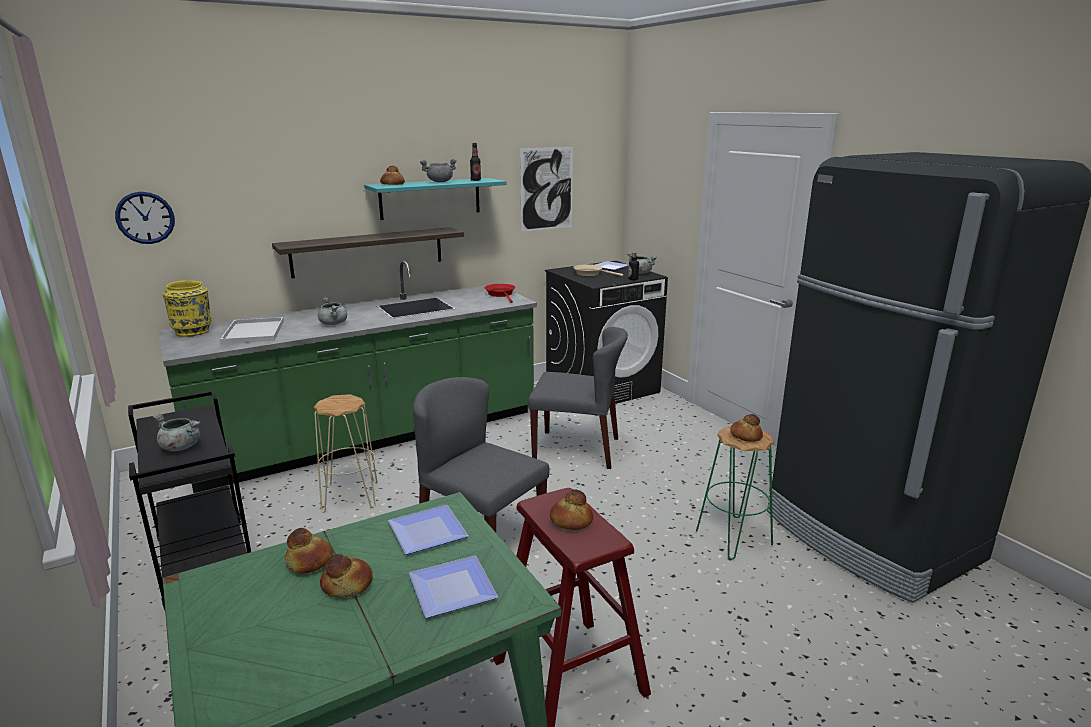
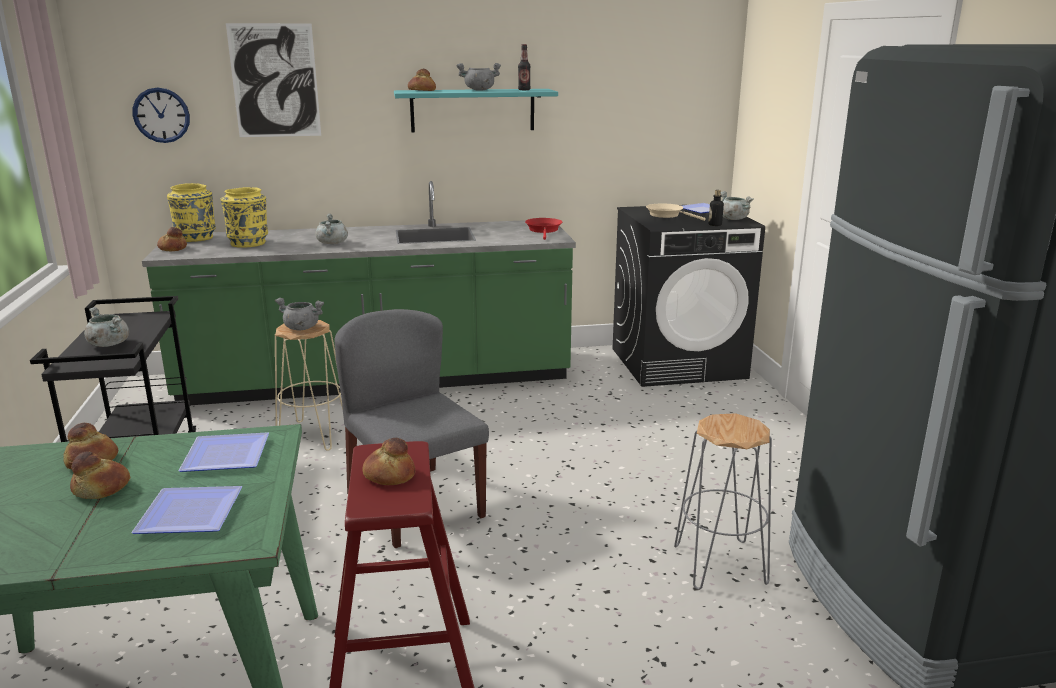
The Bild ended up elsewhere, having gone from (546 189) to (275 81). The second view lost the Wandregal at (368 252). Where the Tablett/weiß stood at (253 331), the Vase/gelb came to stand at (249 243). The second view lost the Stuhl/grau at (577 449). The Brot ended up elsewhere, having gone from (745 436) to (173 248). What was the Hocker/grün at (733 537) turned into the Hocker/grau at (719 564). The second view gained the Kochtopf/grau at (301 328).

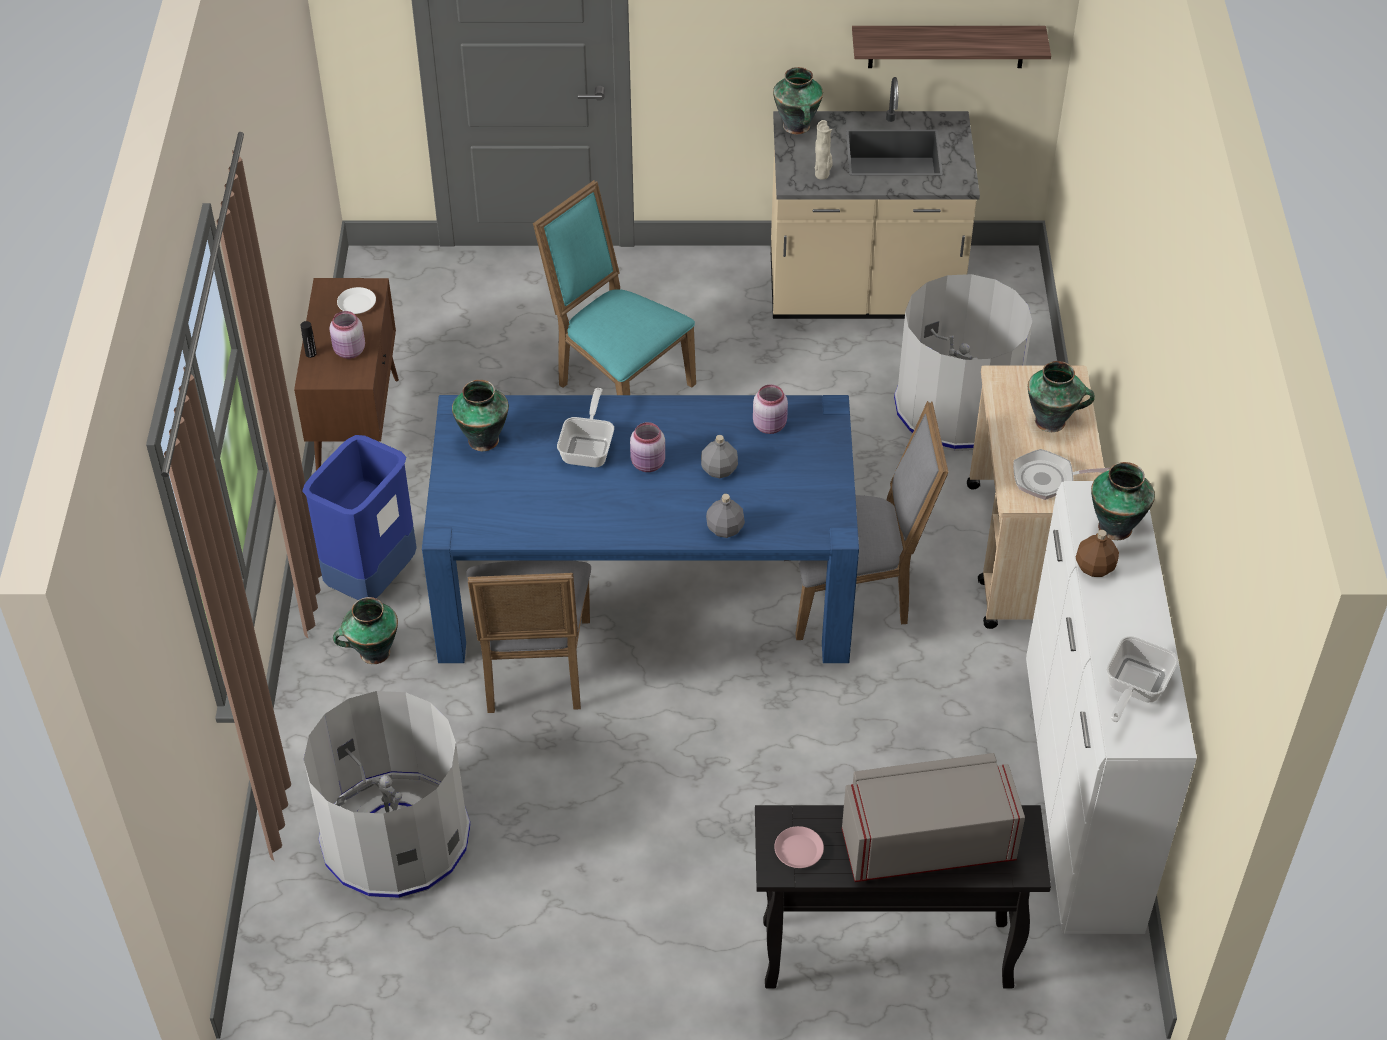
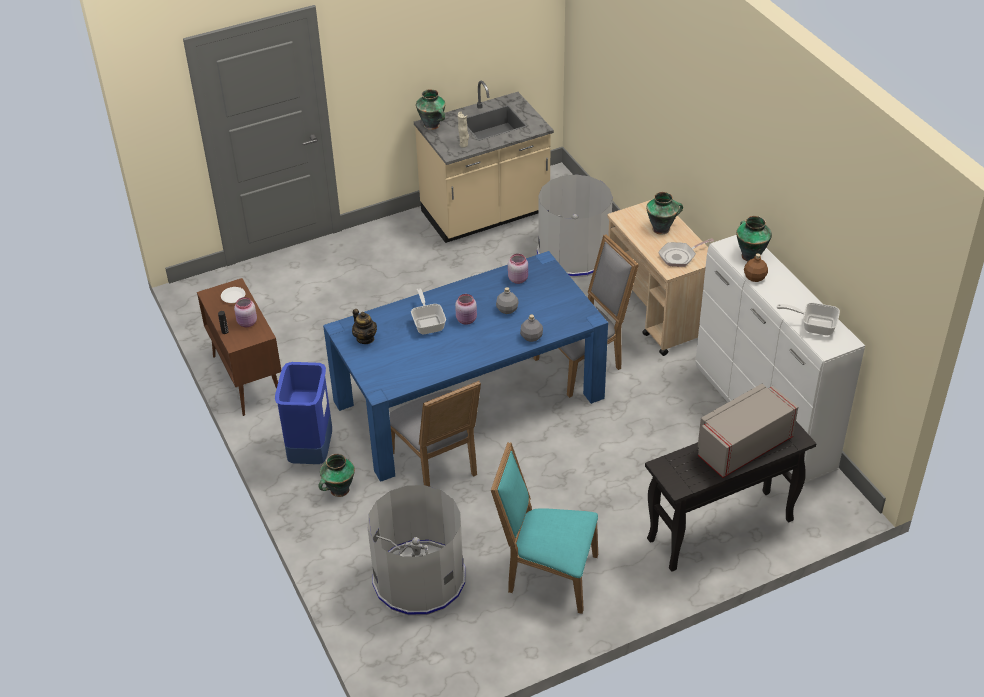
The second view lost the Wandregal at (946 46). The Stuhl/türkis ended up elsewhere, having gone from (618 383) to (547 574). Where the Vase stood at (483 439), the Teekanne came to stand at (365 338). The Pfanne at (1133 689) ended up facing another way, 105 degrees clockwise from before. The second view lost the Teller/rosa at (799 850).

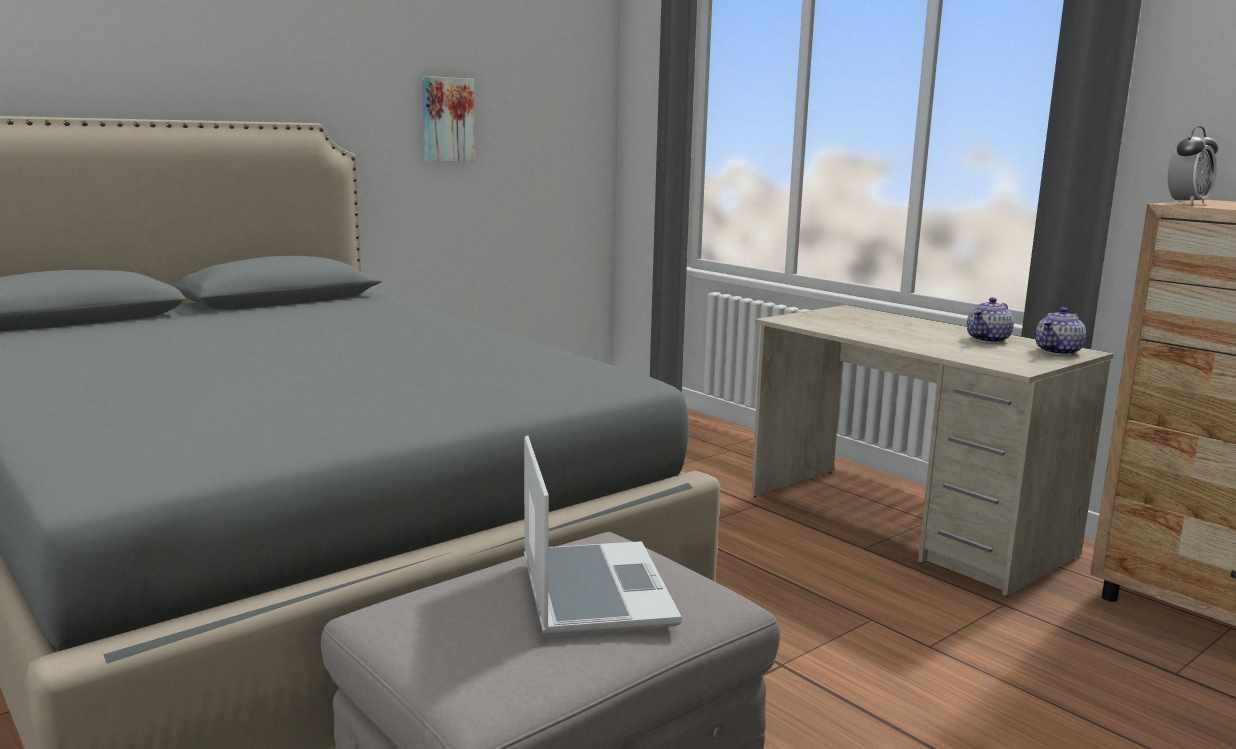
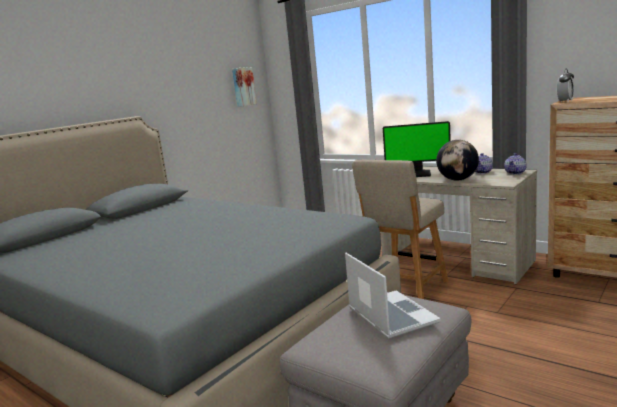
The Bild ended up elsewhere, having gone from (446 119) to (243 86). The second view gained the Monitor at (418 174). The second view gained the Globus at (457 180). The second view gained the Stuhl/beige at (405 289).

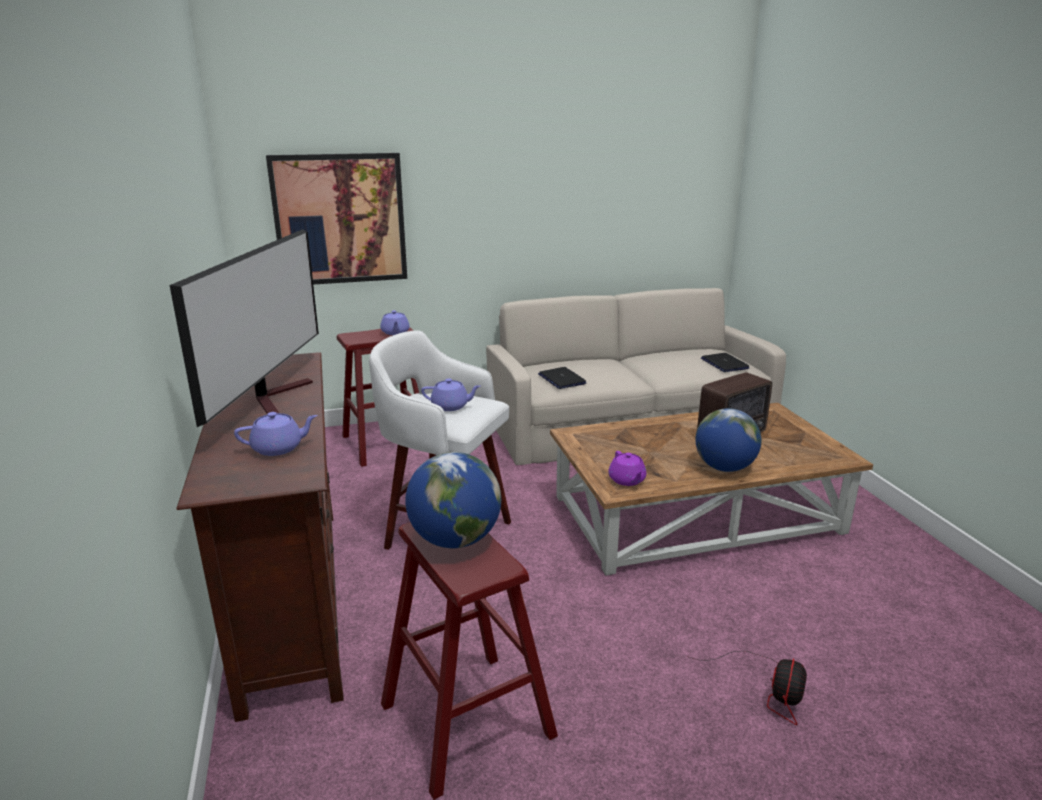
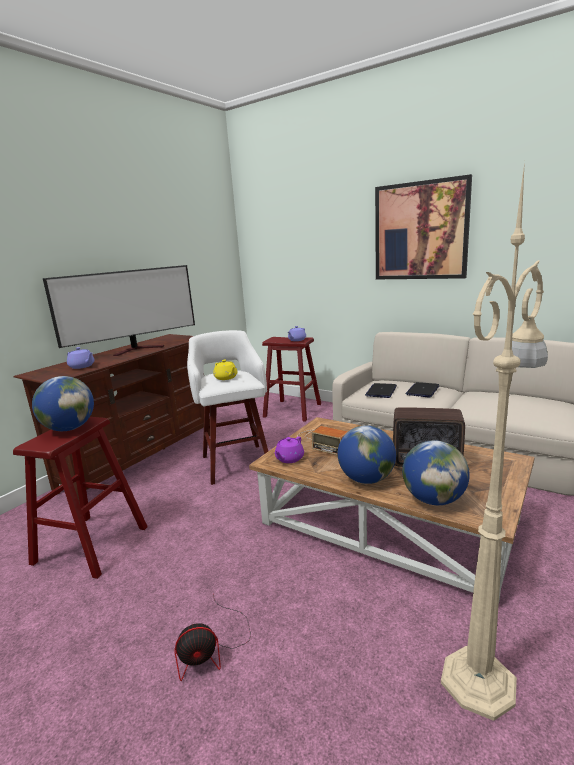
The Bild ended up elsewhere, having gone from (340 219) to (420 231). The Laptop ended up elsewhere, having gone from (724 363) to (422 390). What was the Teekanne/lila at (451 406) turned into the Teekanne/gelb at (226 378). The second view gained the Stehlampe/beige at (480 679). The second view gained the Radio at (321 441). The second view gained the Globus at (433 499).

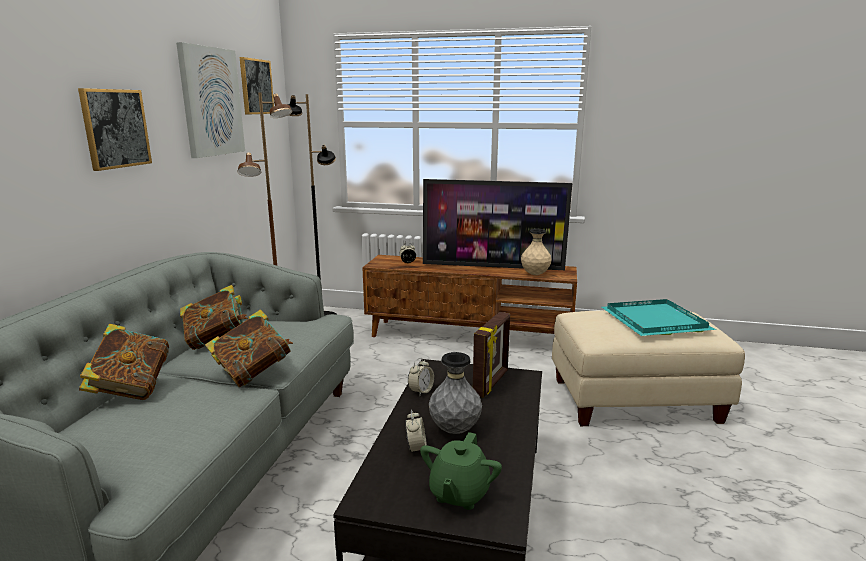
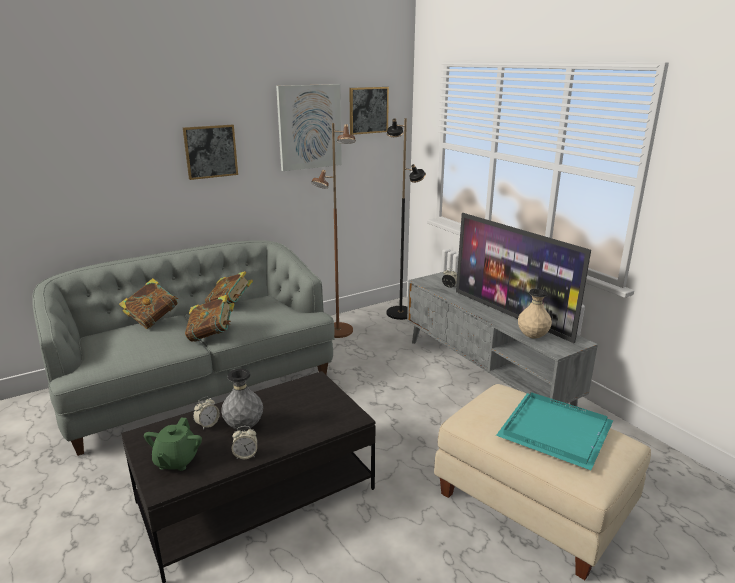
What was the Fernsehschrank/braun at (469 336) turned into the Fernsehschrank/grau at (486 375). The second view lost the Bilderrahmen at (491 383). The Wecker ended up elsewhere, having gone from (421 391) to (245 455). The Teekanne/grün at (459 494) ended up facing another way, 60 degrees counterclockwise from before.

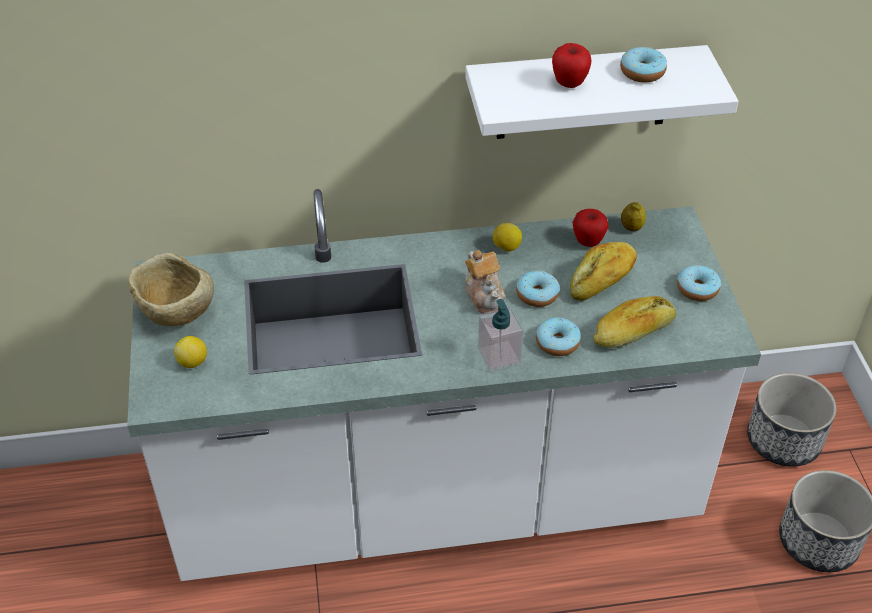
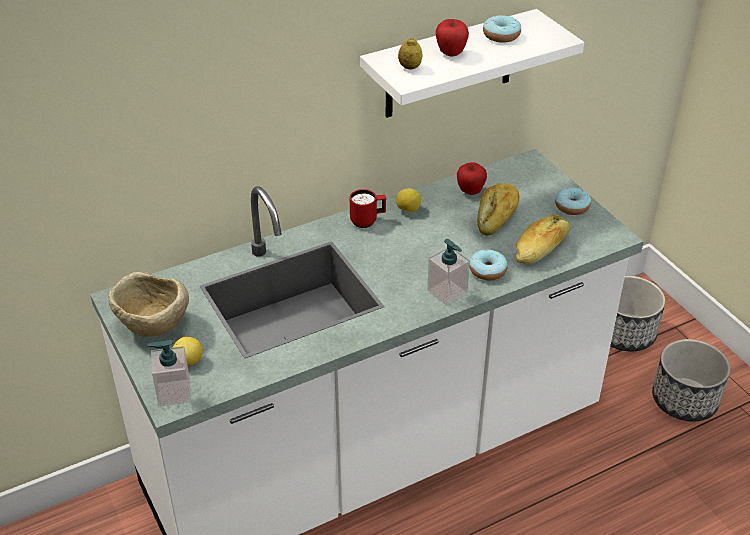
The Zitrone ended up elsewhere, having gone from (631 228) to (409 67). The second view lost the Teekanne at (485 295). The second view lost the Donut at (537 295). The second view gained the Henkelbecher/rot at (368 221). The second view gained the Seifenspender at (174 393).

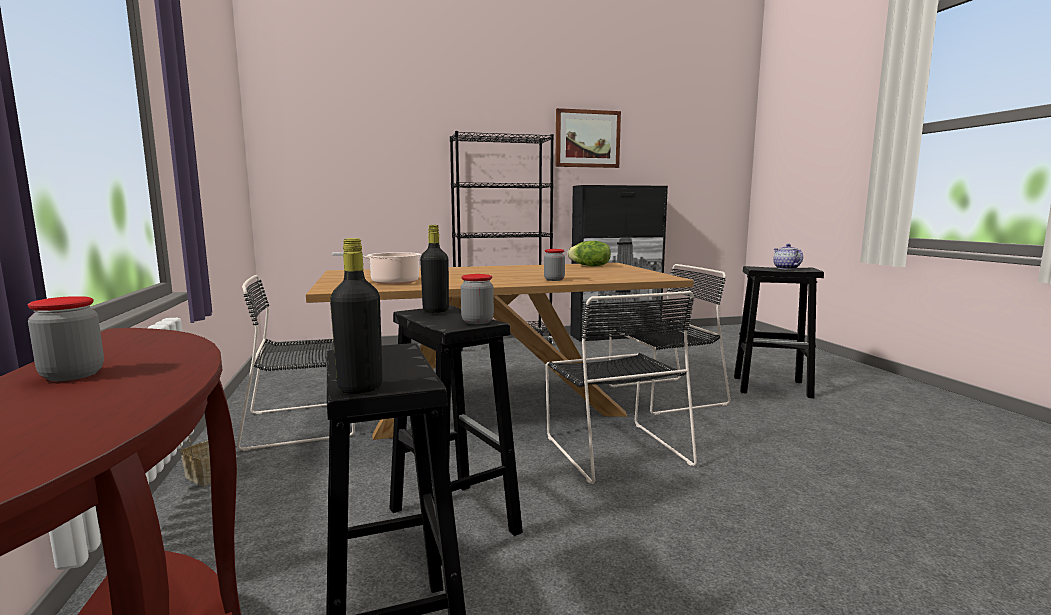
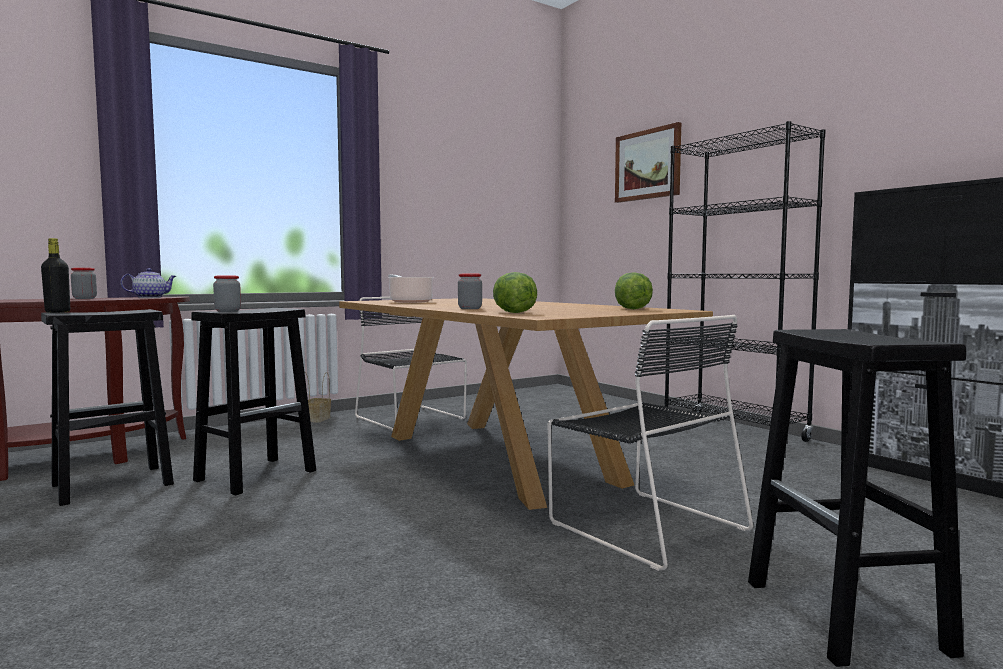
The Bild ended up elsewhere, having gone from (587 139) to (647 165). The second view lost the Flasche/schwarz at (435 311). The Teekanne ended up elsewhere, having gone from (785 268) to (150 297). The second view lost the Stuhl/schwarz at (614 448). The second view gained the Salatkopf at (512 312).

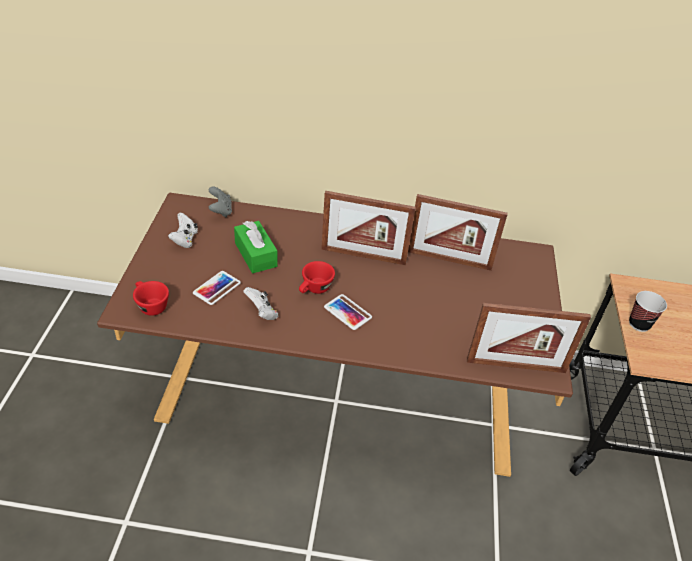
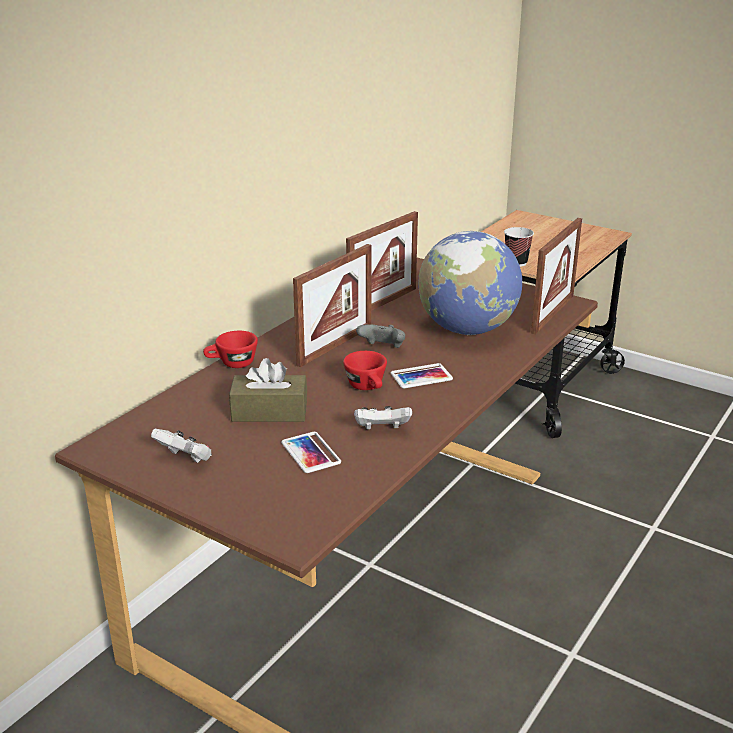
The Gamepad/grau ended up elsewhere, having gone from (220 211) to (382 349). What was the Taschentuchbox/grün at (255 254) turned into the Taschentuchbox/braun at (269 412). The Tasse/rot ended up elsewhere, having gone from (150 305) to (232 364). The second view gained the Globus at (467 329).

